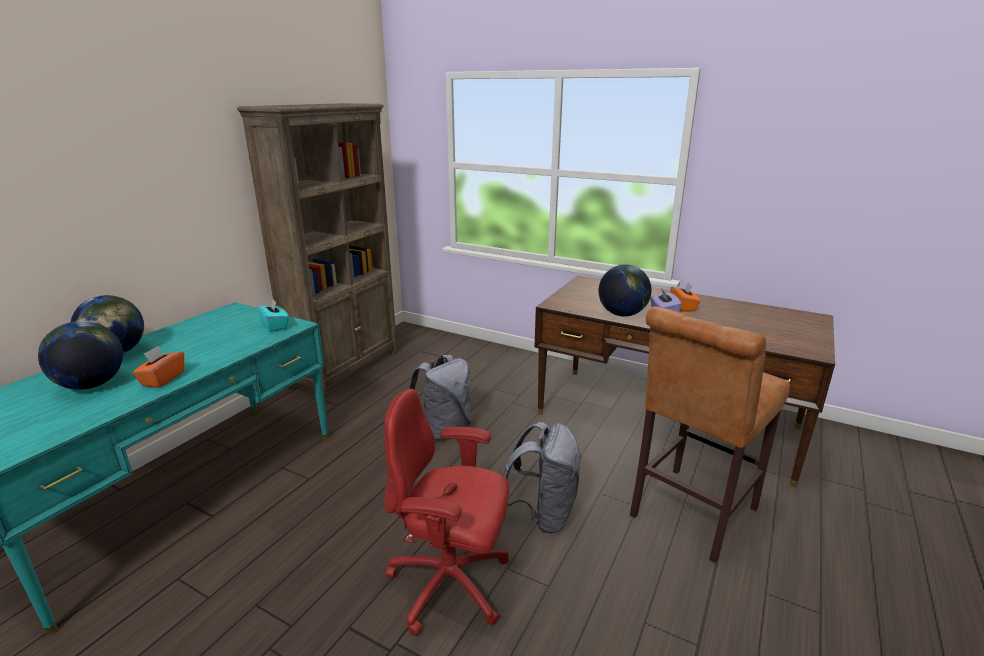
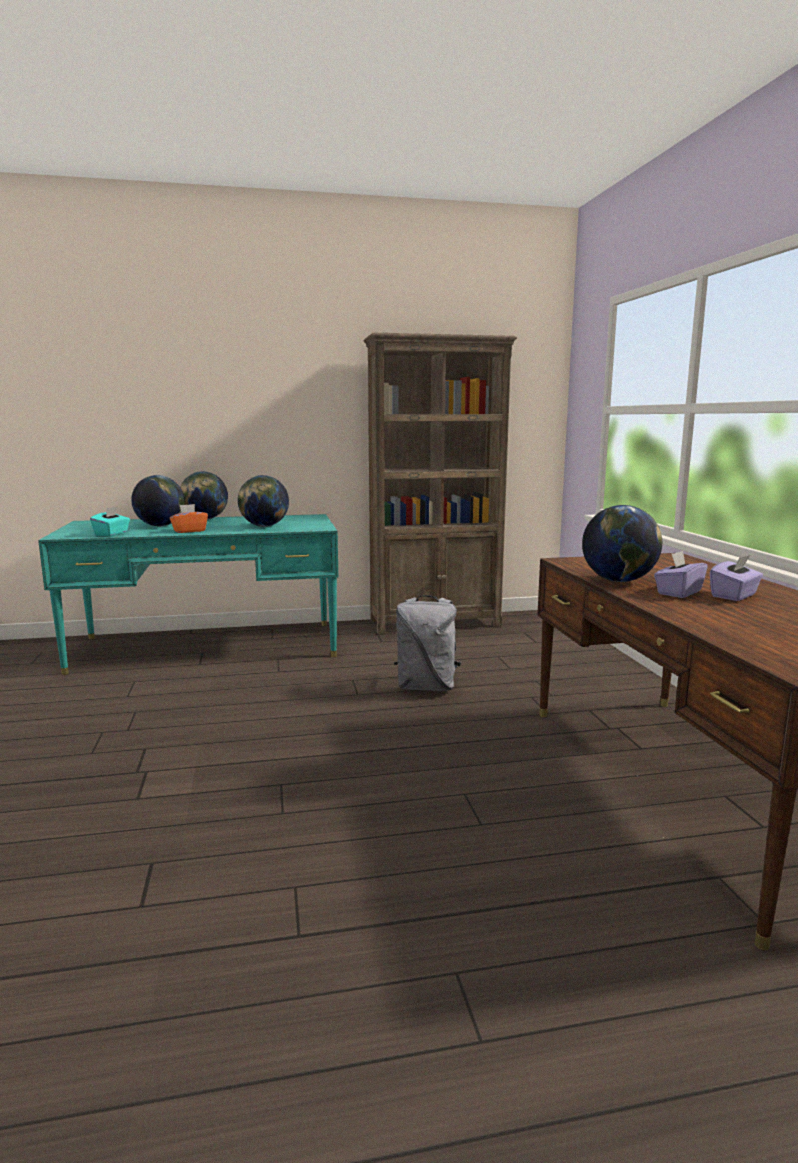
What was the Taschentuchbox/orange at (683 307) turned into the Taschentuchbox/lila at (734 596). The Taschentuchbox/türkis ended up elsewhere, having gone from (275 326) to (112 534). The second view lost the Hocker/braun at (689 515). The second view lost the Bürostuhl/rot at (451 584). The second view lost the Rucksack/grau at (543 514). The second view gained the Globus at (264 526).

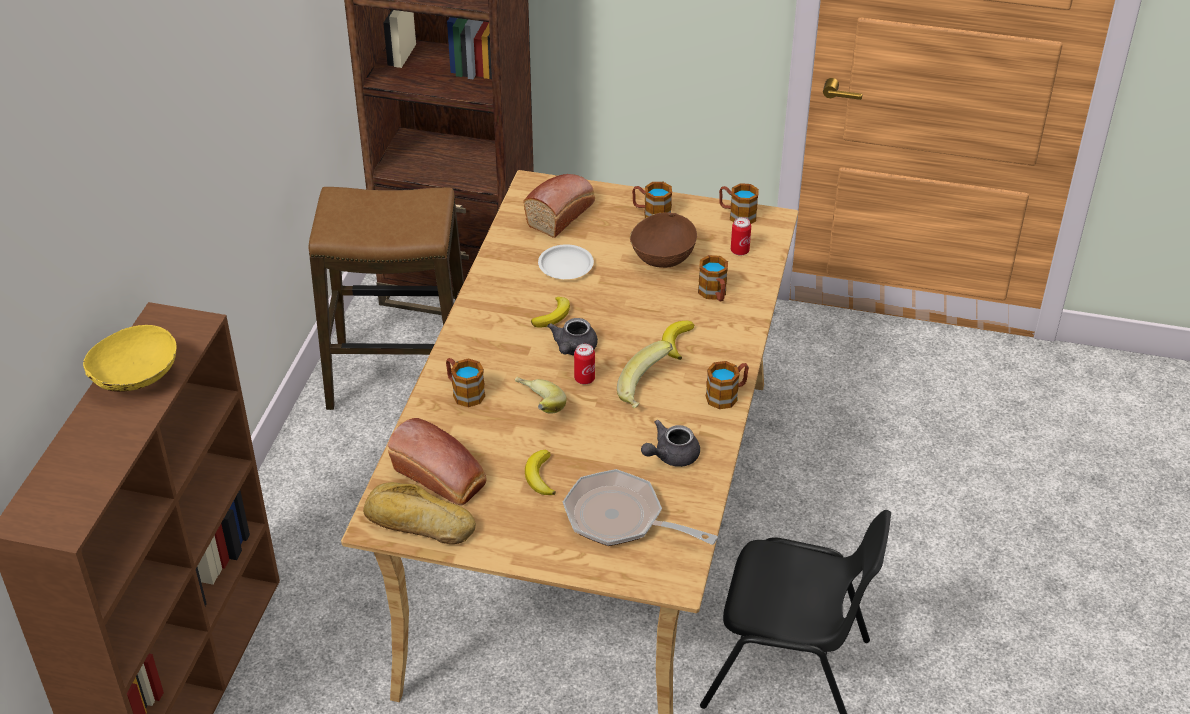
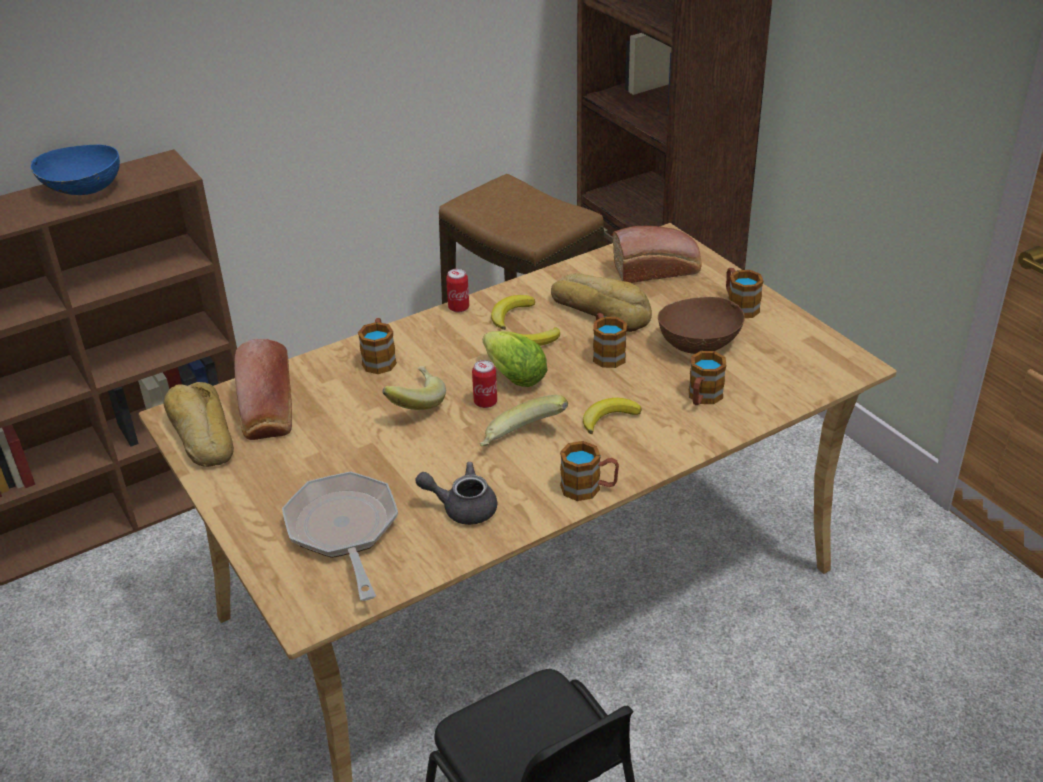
The Henkelbecher ended up elsewhere, having gone from (737 215) to (606 353). The Dose ended up elsewhere, having gone from (739 251) to (459 308). Where the Teller/weiß stood at (566 266), the Brot came to stand at (601 309). Where the Teekanne/grau stood at (573 349), the Salatkopf came to stand at (511 375). What was the Schüssel/gelb at (136 380) turned into the Schüssel/blau at (82 191). The Banane ended up elsewhere, having gone from (540 476) to (510 314).

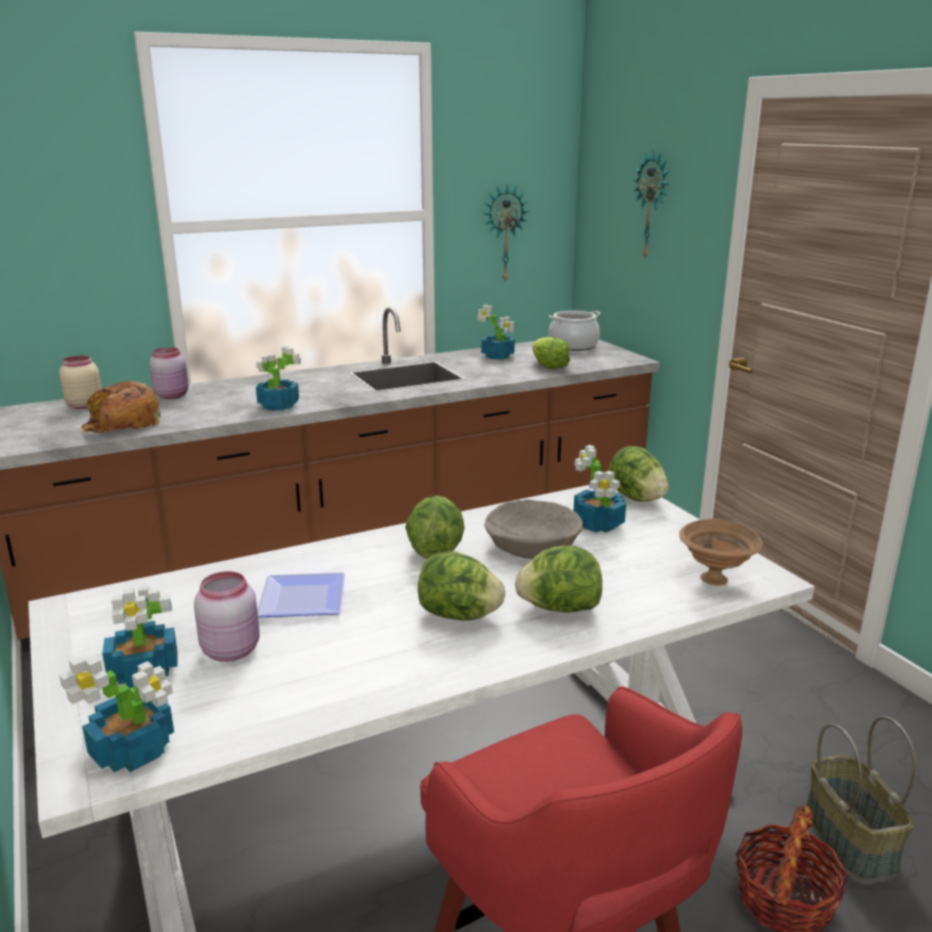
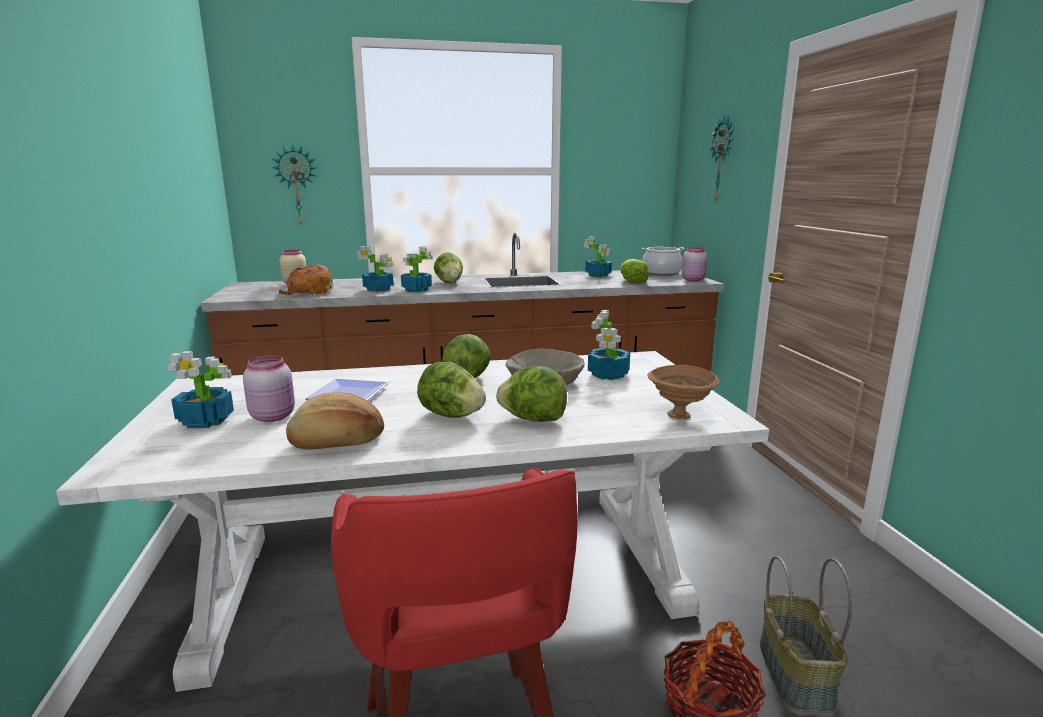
The Wanduhr ended up elsewhere, having gone from (504 233) to (297 186). The Vorratsglas/rosa ended up elsewhere, having gone from (172 395) to (693 280). The Salatkopf ended up elsewhere, having gone from (636 498) to (449 283). The Topfpflanze ended up elsewhere, having gone from (134 751) to (379 289). The second view gained the Brot at (337 442).

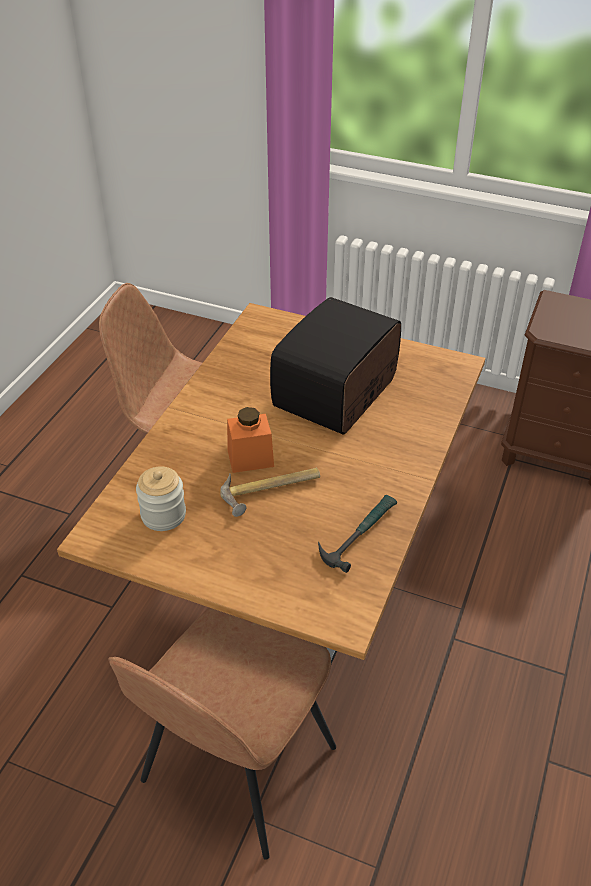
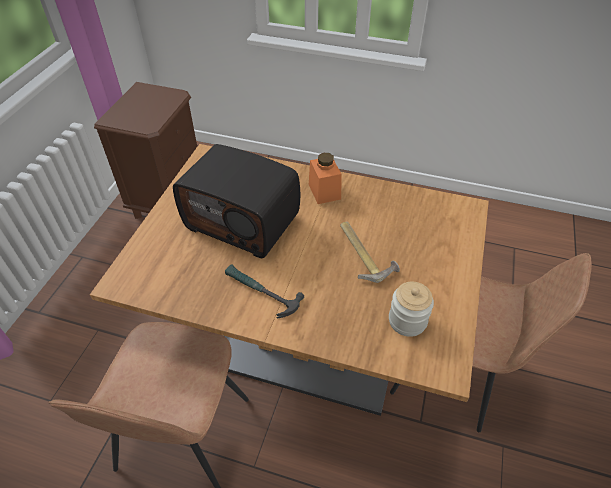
The Vorratsglas/orange ended up elsewhere, having gone from (250 458) to (324 191). The Hammer ended up elsewhere, having gone from (358 533) to (260 292).

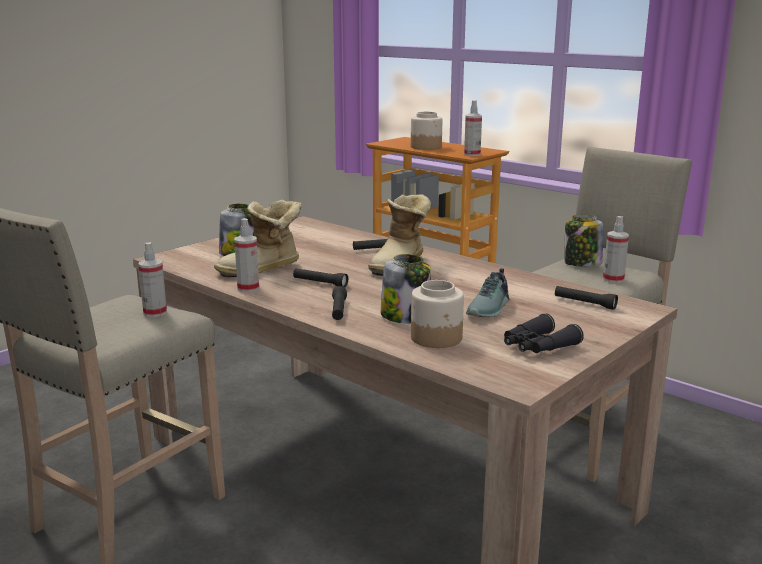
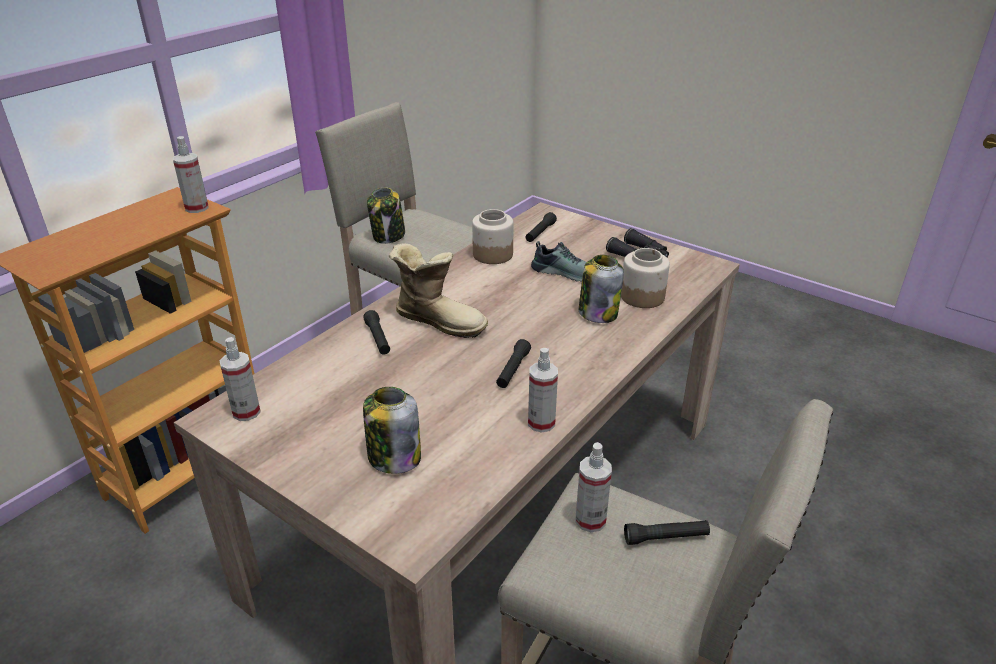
The Vorratsglas ended up elsewhere, having gone from (426 147) to (492 254). The second view lost the Stiefel at (262 270). The Sprühflasche ended up elsewhere, having gone from (613 279) to (246 412). The Taschenlampe/schwarz ended up elsewhere, having gone from (338 310) to (666 537).

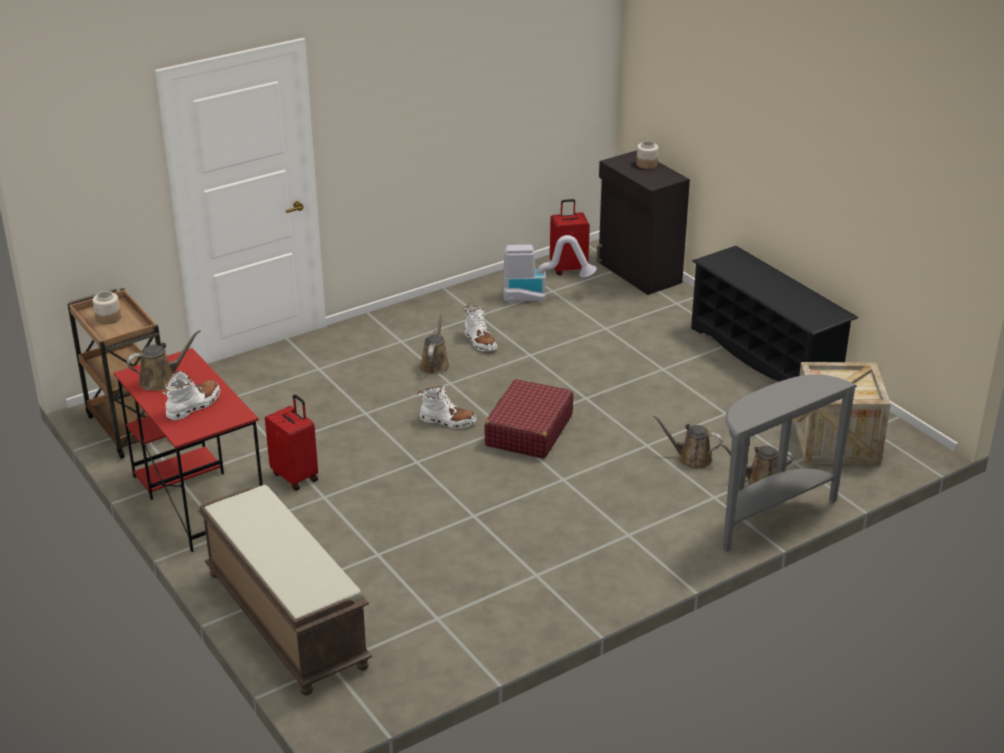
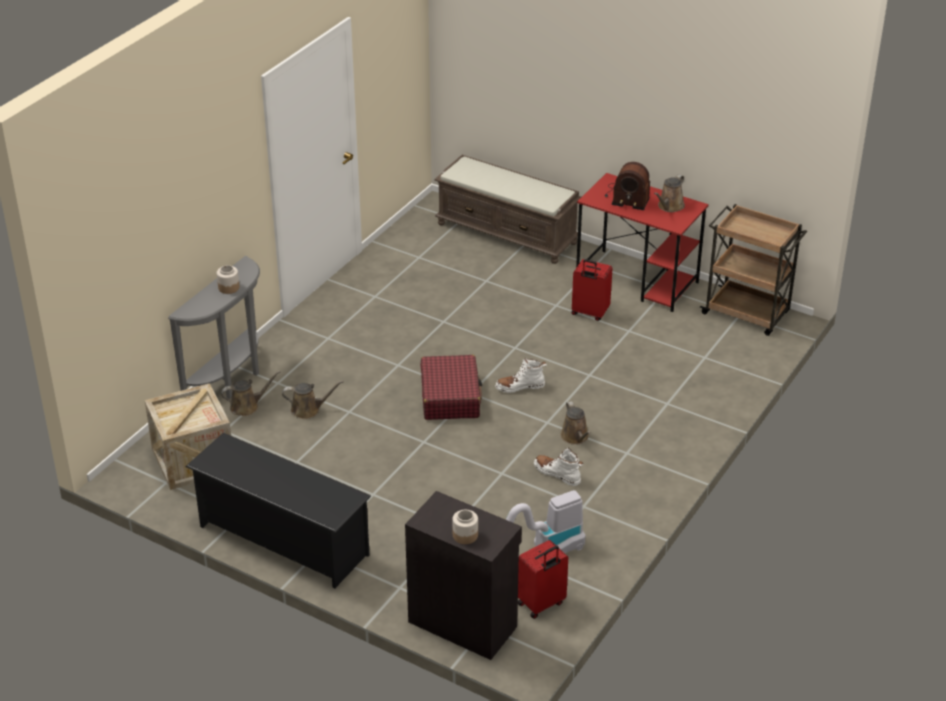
The Vorratsglas ended up elsewhere, having gone from (108 318) to (228 287). Where the Stiefel/weiß stood at (194 405), the Radio came to stand at (626 197).

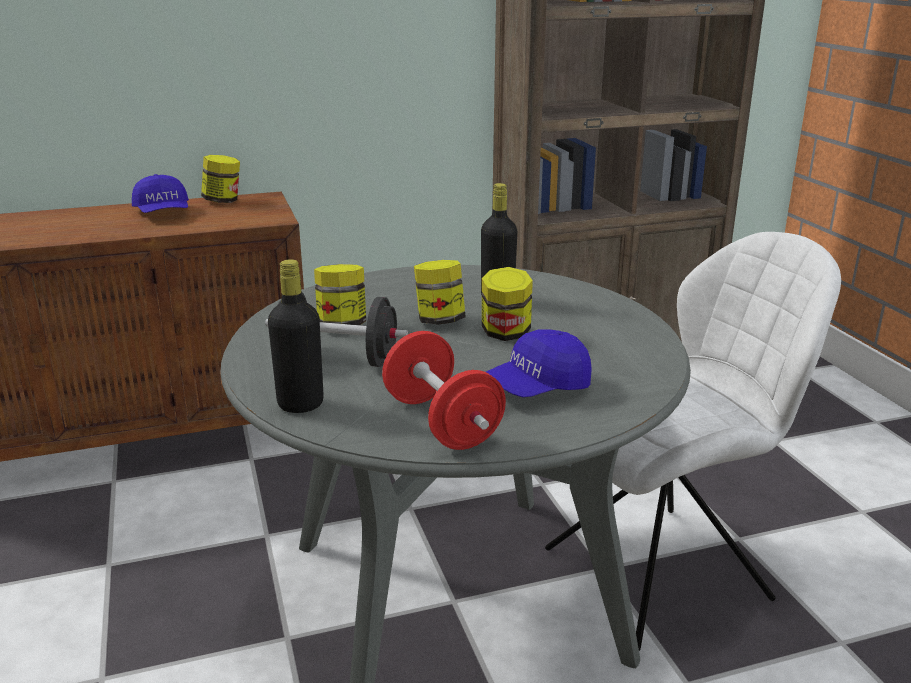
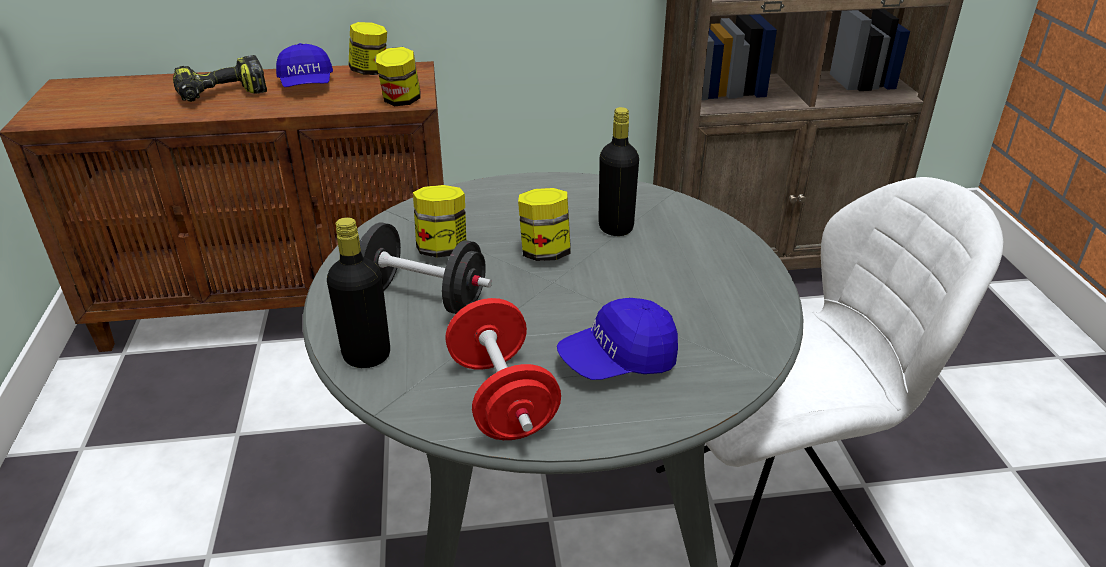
The Vorratsglas ended up elsewhere, having gone from (505 333) to (401 101). The second view gained the Bohrmaschine at (222 95).

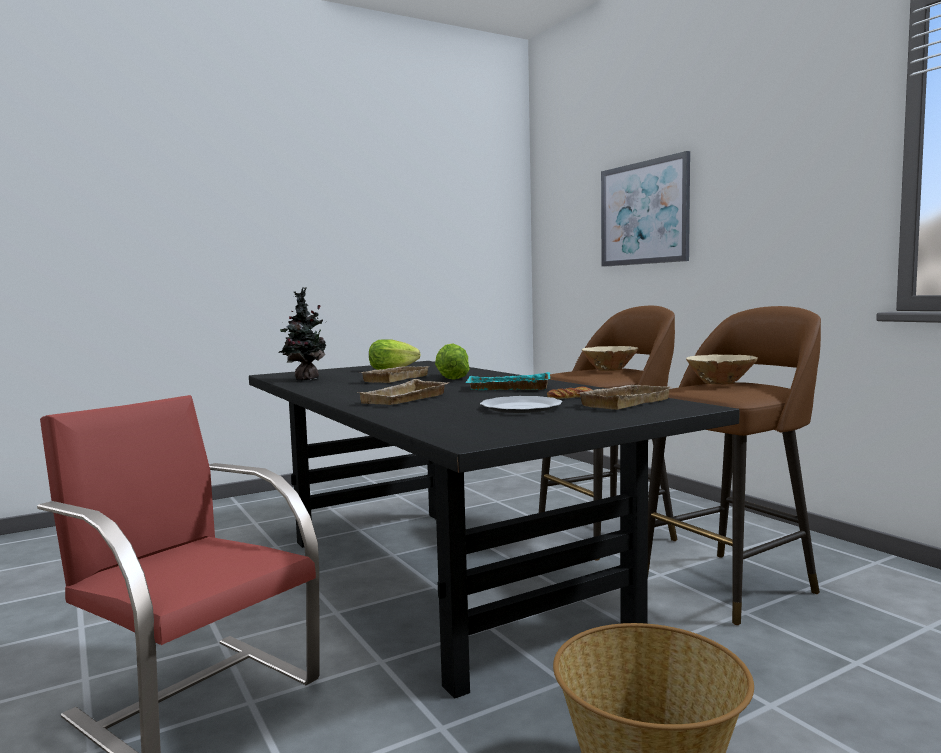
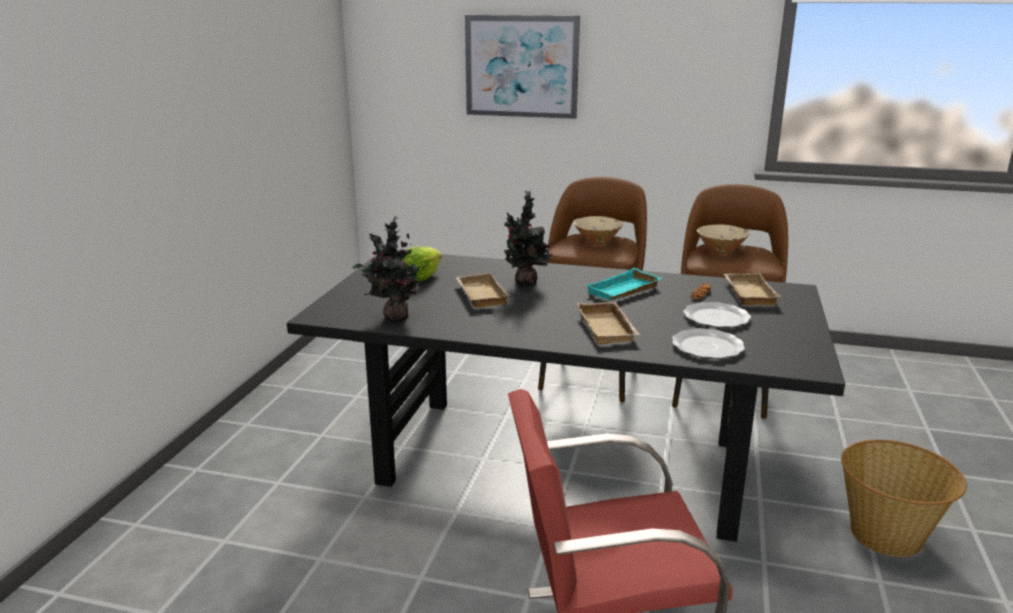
Where the Salatkopf stood at (451 378), the Topfpflanze came to stand at (525 282). The second view gained the Teller at (708 346).

